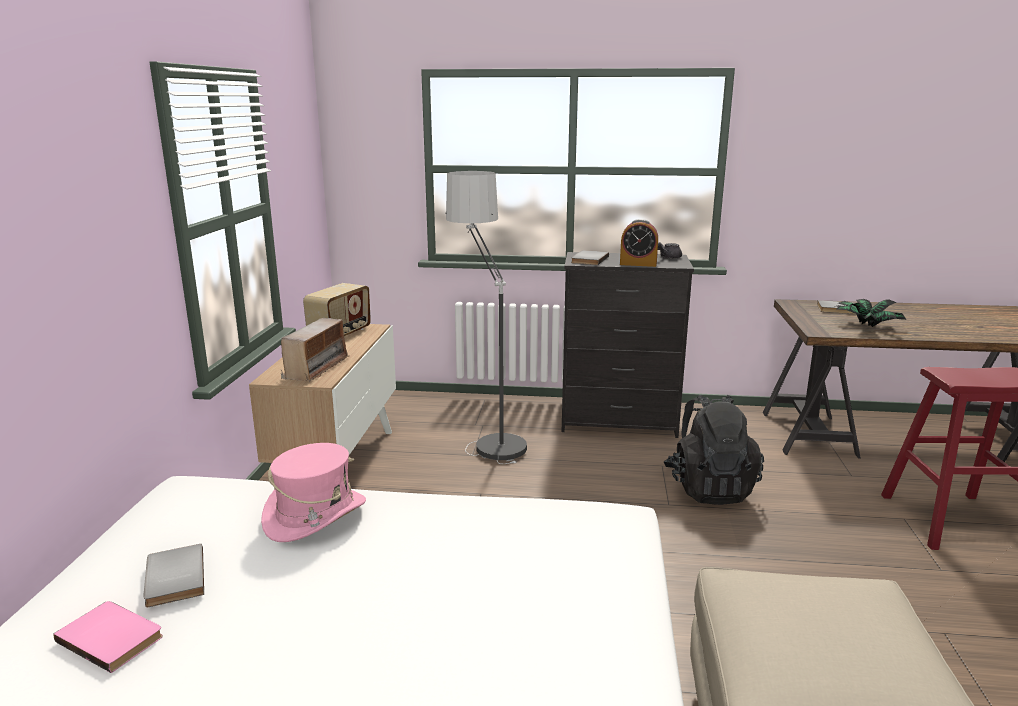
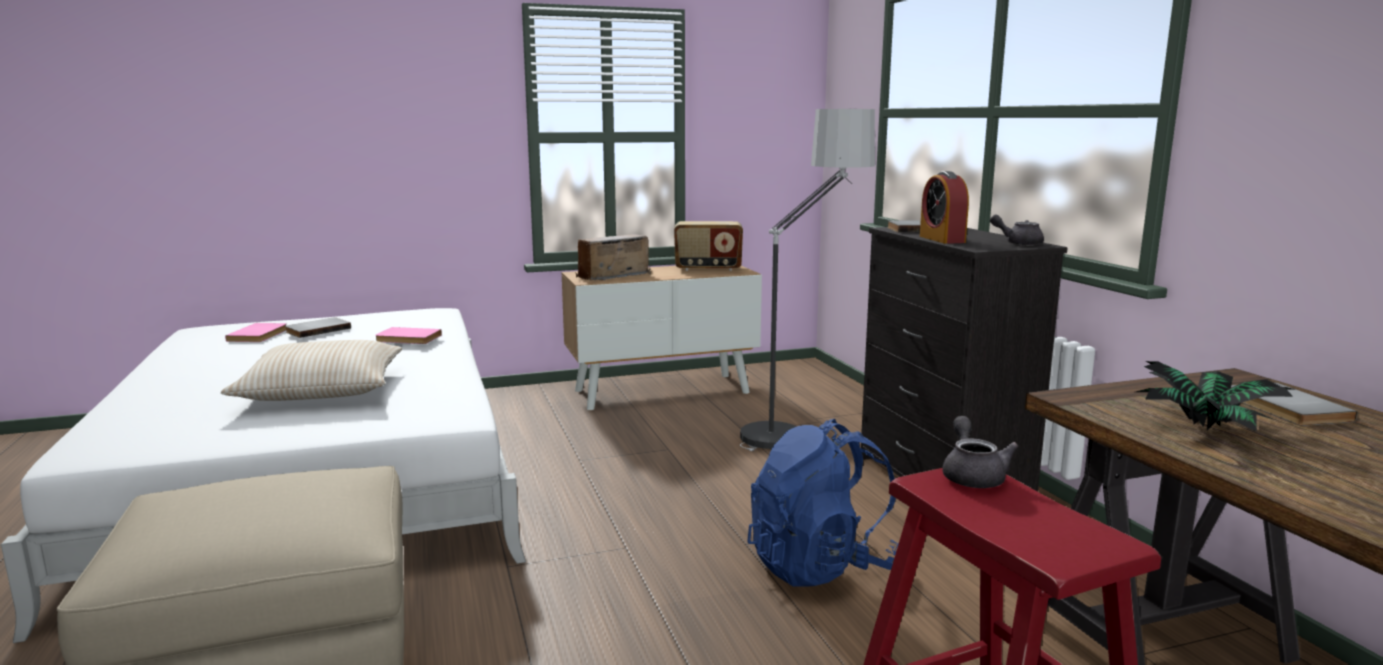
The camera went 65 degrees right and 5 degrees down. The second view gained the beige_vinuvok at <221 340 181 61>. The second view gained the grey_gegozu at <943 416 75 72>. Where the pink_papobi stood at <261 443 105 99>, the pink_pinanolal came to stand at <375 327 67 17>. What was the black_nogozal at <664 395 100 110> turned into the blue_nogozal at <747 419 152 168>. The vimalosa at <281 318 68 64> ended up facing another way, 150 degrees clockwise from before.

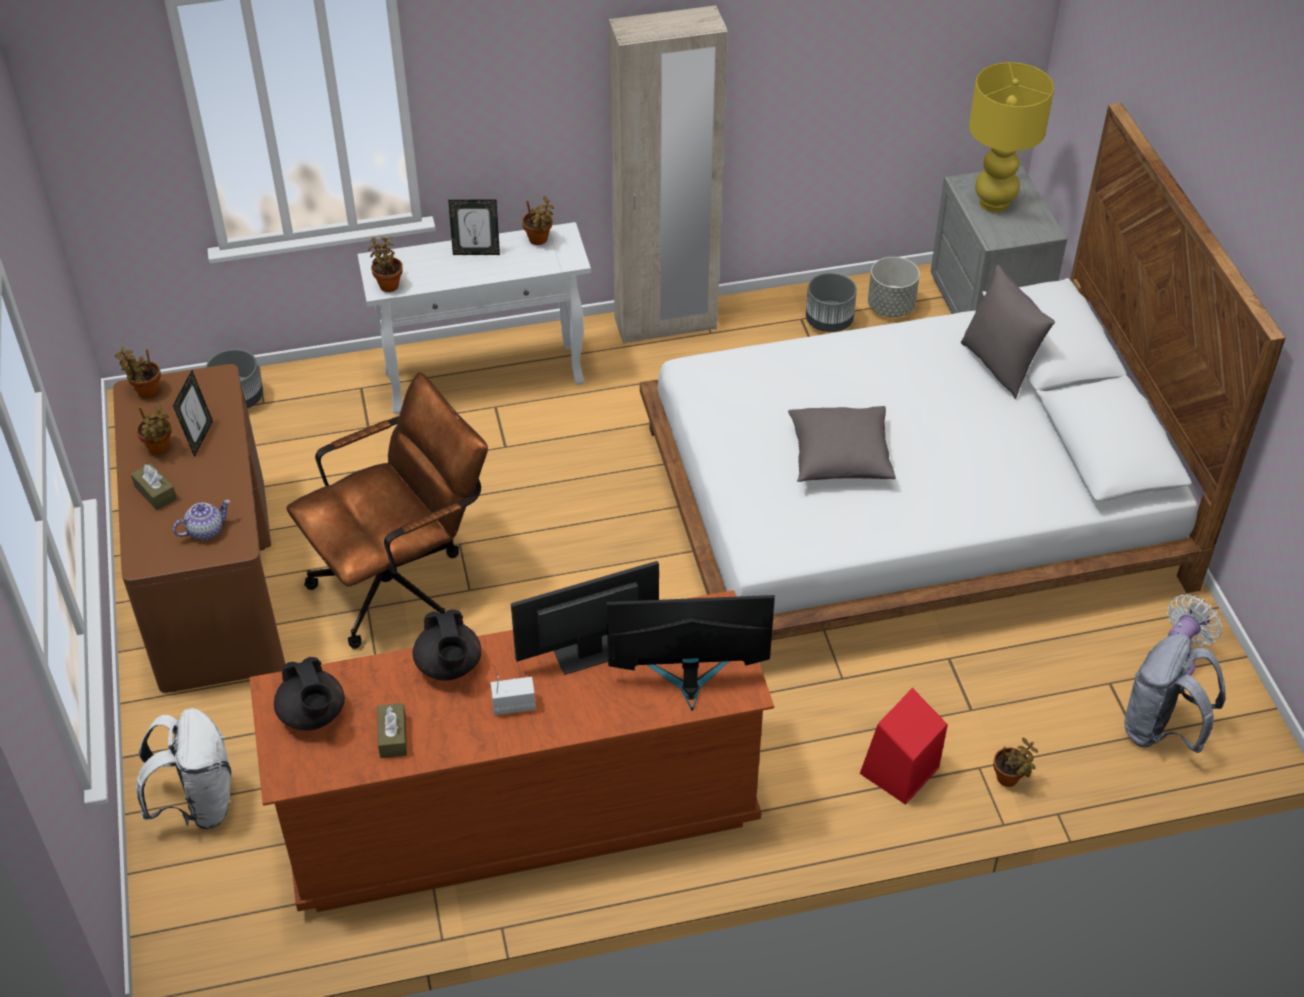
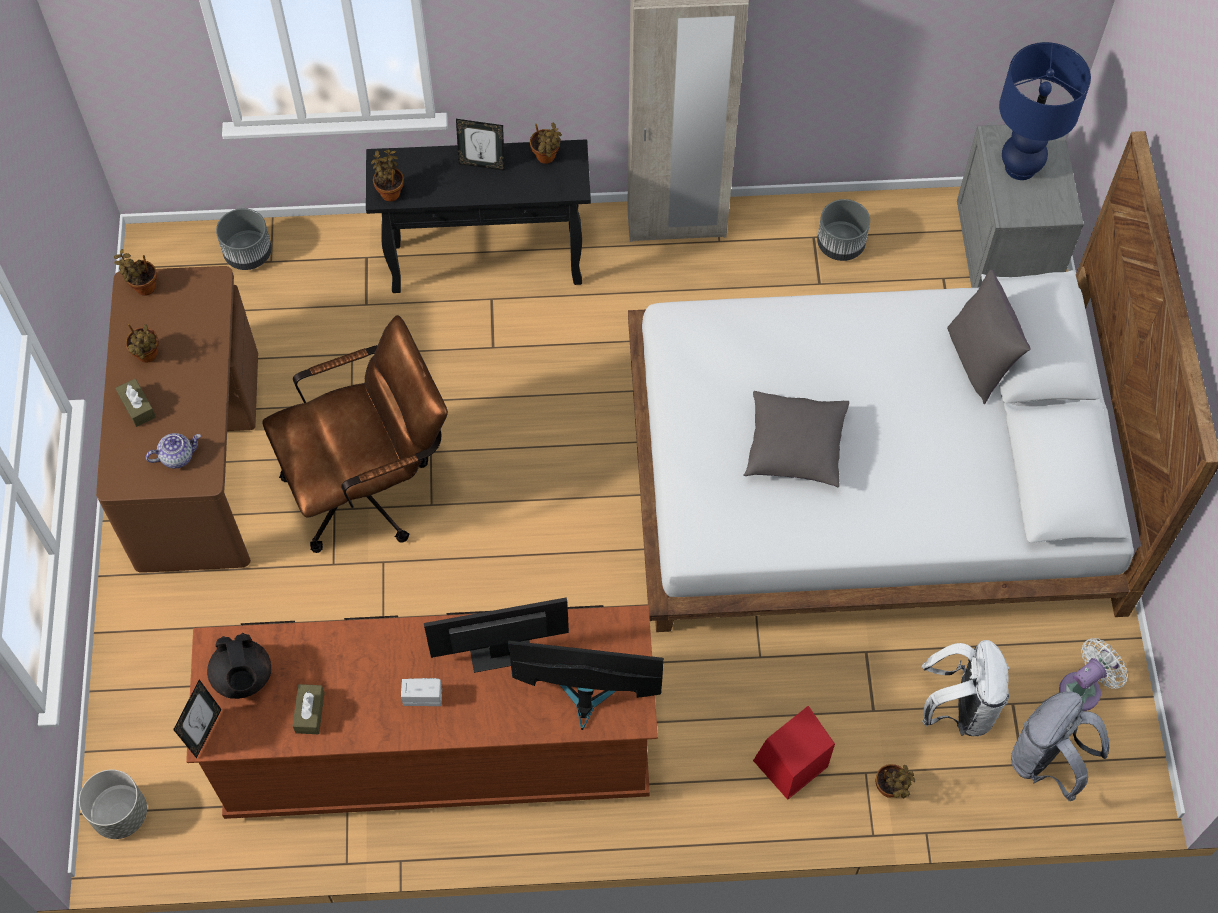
The camera went 10 degrees right and 15 degrees up. The second view lost the black_gegozu at <413 609 68 72>. The white_nogozal ended up elsewhere, having gone from <136 708 96 122> to <921 640 89 96>. The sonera ended up elsewhere, having gone from <173 370 40 87> to <173 679 48 79>. The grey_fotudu ended up elsewhere, having gone from <868 257 52 60> to <79 770 68 69>. What was the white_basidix at <358 222 233 192> turned into the black_basidix at <366 139 225 154>. What was the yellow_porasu at <969 62 85 151> turned into the blue_porasu at <999 42 92 138>.

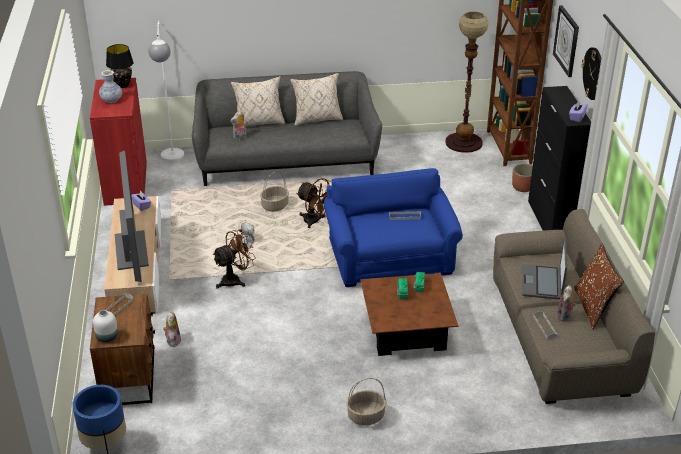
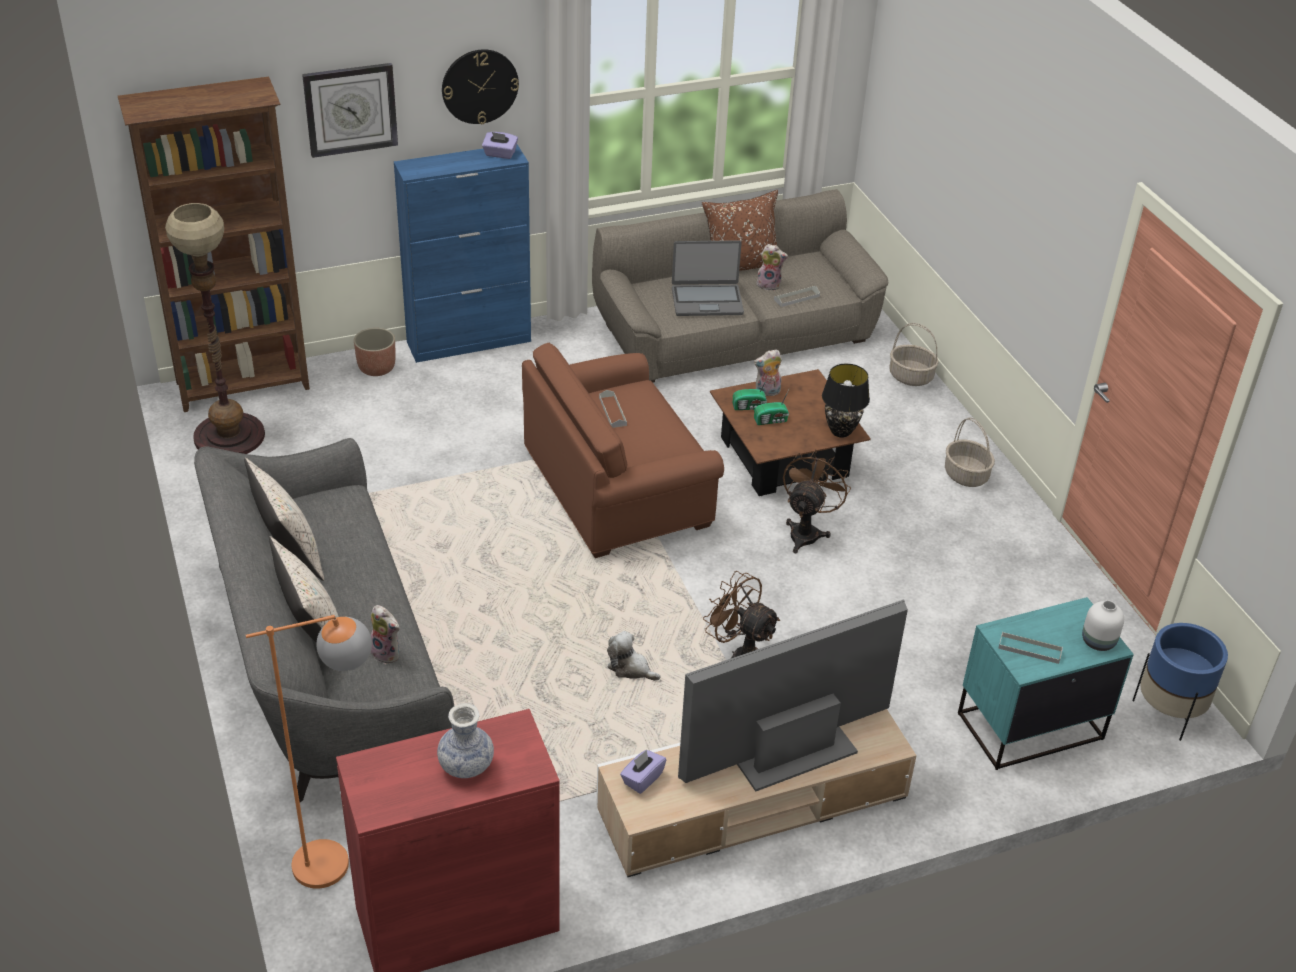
The camera went 105 degrees left and 5 degrees up. The black_porasu ended up elsewhere, having gone from <106 44 28 44> to <822 363 48 75>. The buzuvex ended up elsewhere, having gone from <163 312 18 35> to <754 349 28 47>. The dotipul ended up elsewhere, having gone from <260 171 29 41> to <889 323 50 63>. The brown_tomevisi ended up elsewhere, having gone from <296 178 34 50> to <783 449 68 104>. What was the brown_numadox at <90 294 65 111> turned into the turquoise_numadox at <958 597 176 173>. What was the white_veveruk at <148 21 36 141> turned into the orange_veveruk at <246 615 126 274>. What was the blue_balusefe at <324 168 139 119> turned into the brown_balusefe at <522 342 202 216>. What was the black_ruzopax at <528 86 63 145> turned into the blue_ruzopax at <394 144 137 219>.

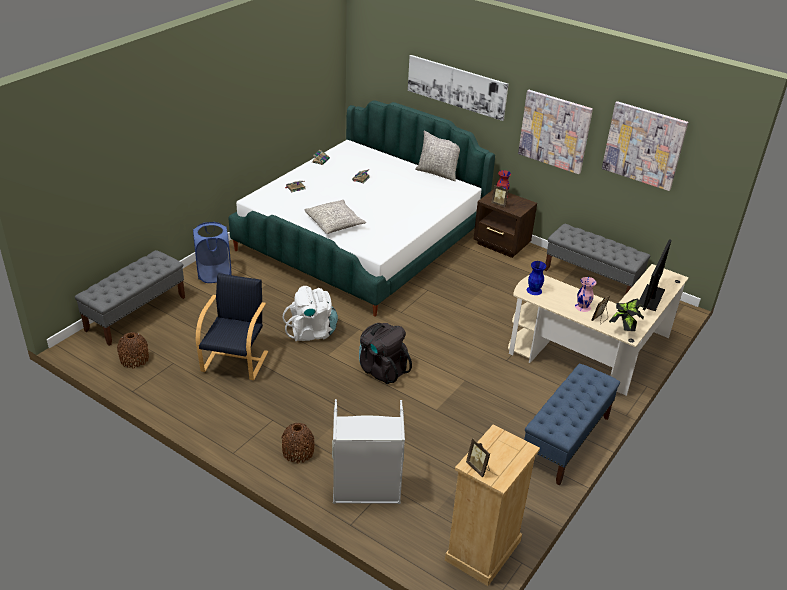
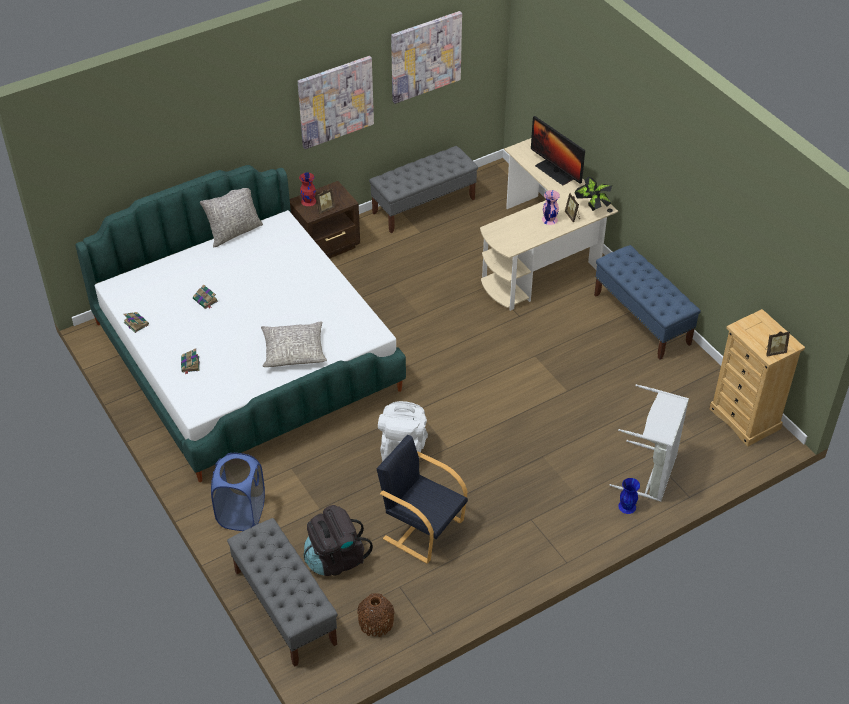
The camera went 65 degrees left and 10 degrees up. The second view lost the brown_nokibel at <281 423 33 41>. The second view lost the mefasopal at <408 55 100 66>. The black_nogozal ended up elsewhere, having gone from <359 323 53 61> to <304 505 69 71>. The blue_nokibel ended up elsewhere, having gone from <527 261 19 34> to <618 478 22 36>.

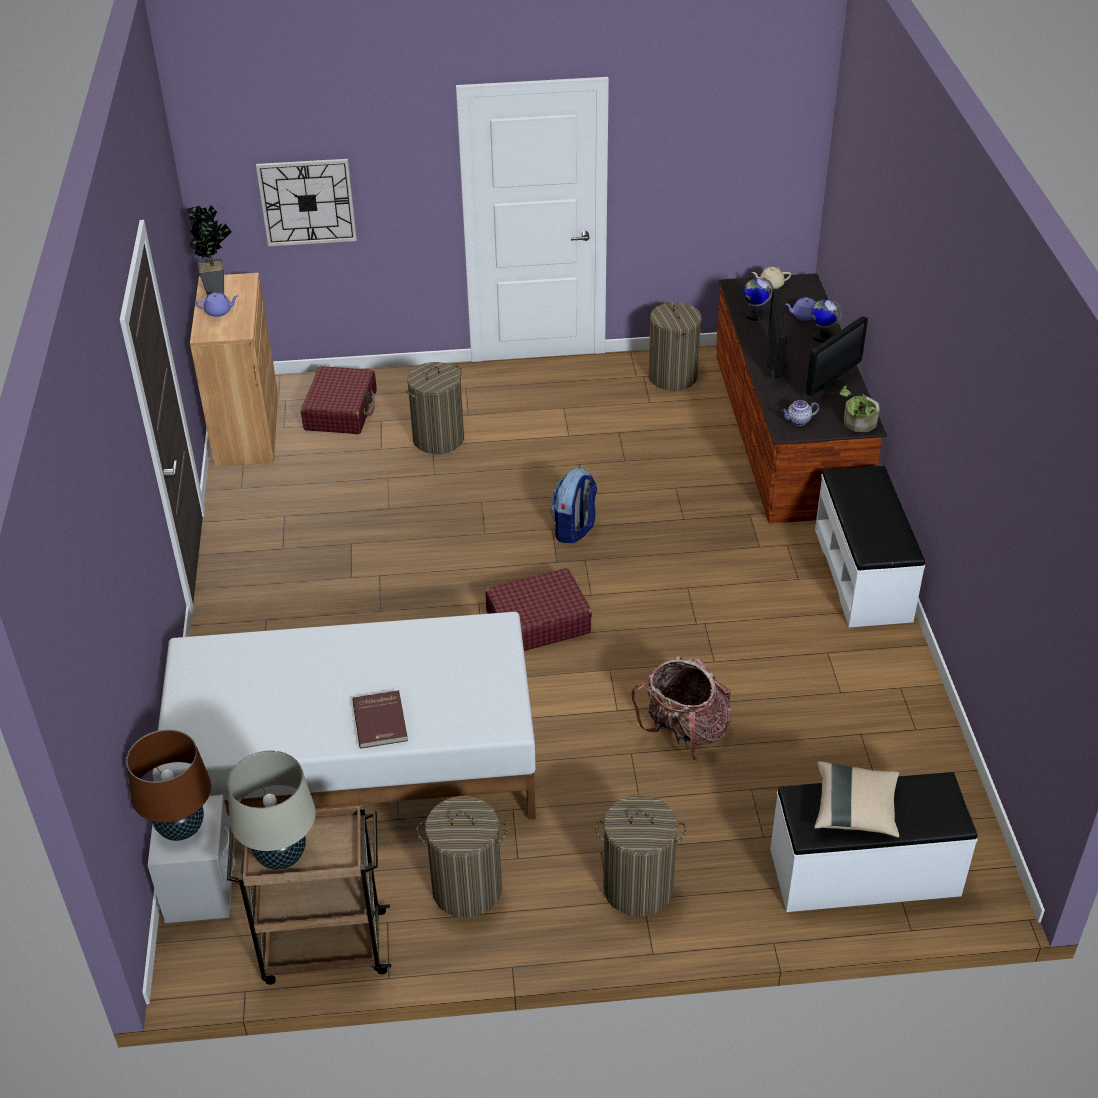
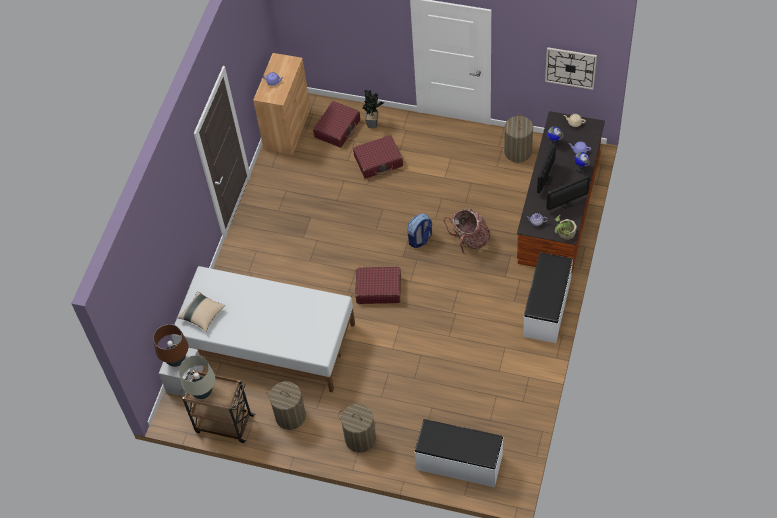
The camera went 25 degrees right and 15 degrees up. The second view lost the red_pinanolal at <352 690 56 59>. The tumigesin ended up elsewhere, having gone from <187 206 45 89> to <363 90 21 38>. The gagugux ended up elsewhere, having gone from <256 159 101 87> to <545 47 52 43>. The nogozal ended up elsewhere, having gone from <632 656 99 105> to <444 208 46 47>. The beige_vinuvok ended up elsewhere, having gone from <814 761 85 76> to <178 291 47 41>. Where the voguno stood at <405 362 59 92>, the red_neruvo came to stand at <353 135 50 44>.

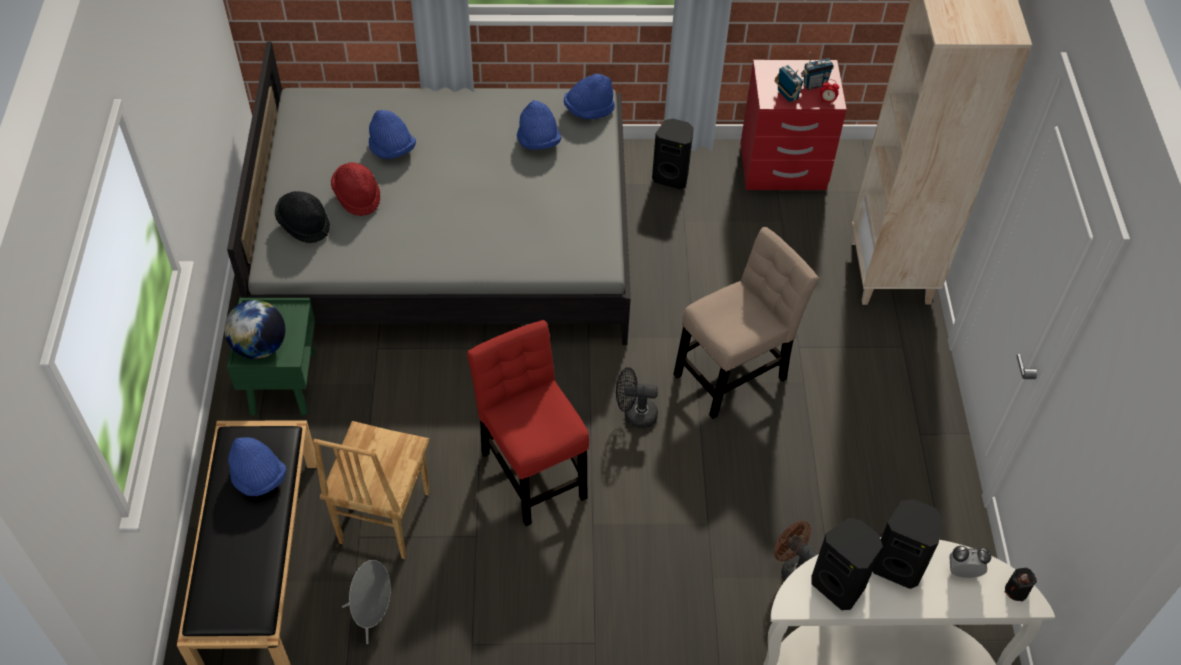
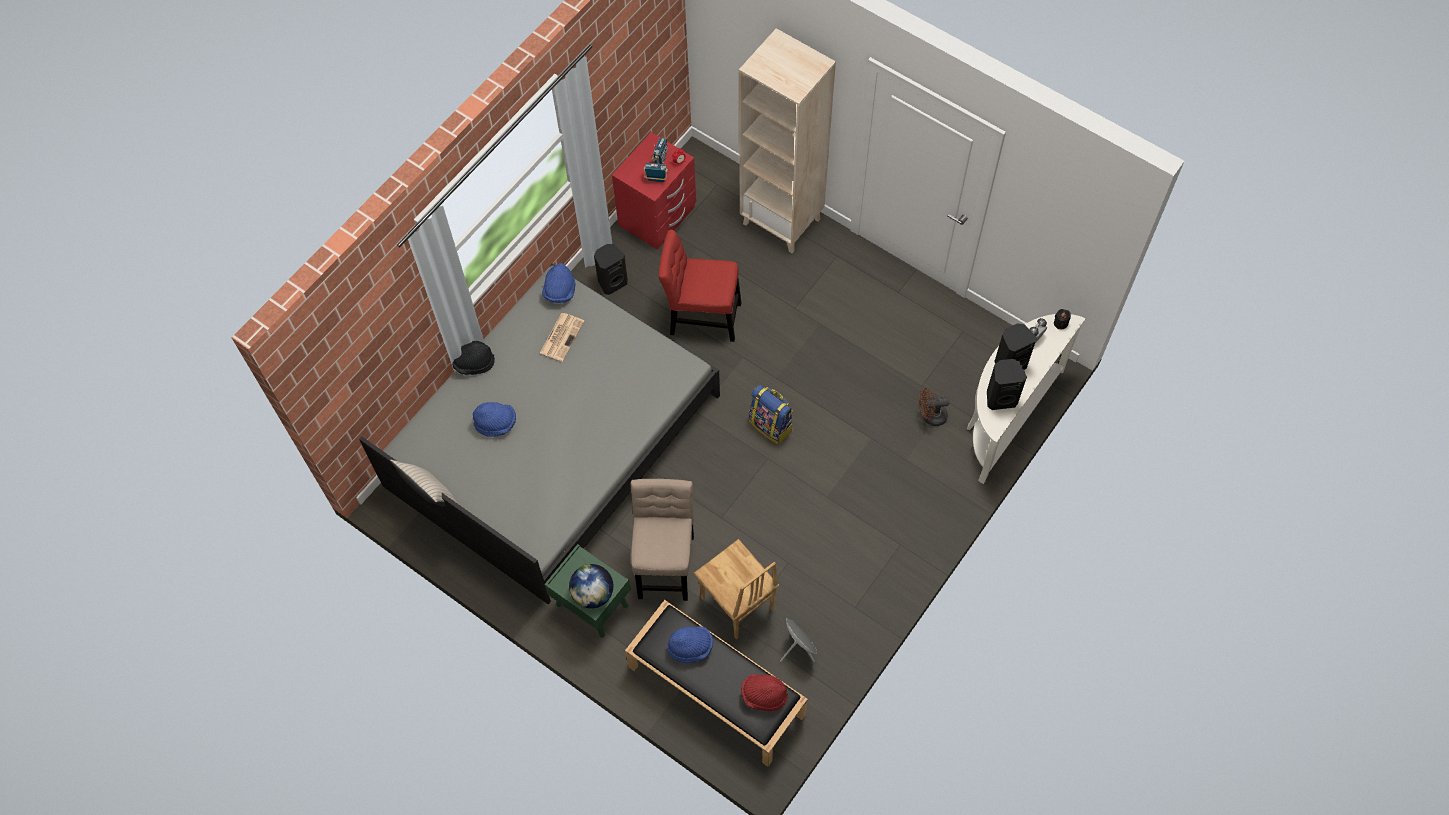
The camera went 50 degrees left and 10 degrees up. The second view gained the beige_vinuvok at <390 460 68 47>. The black_papobi ended up elsewhere, having gone from <275 191 55 52> to <452 341 43 34>. The red_papobi ended up elsewhere, having gone from <331 162 49 54> to <741 674 47 37>. The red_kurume ended up elsewhere, having gone from <467 320 122 206> to <659 230 82 112>. The beige_kurume ended up elsewhere, having gone from <673 227 146 192> to <631 479 63 122>. Where the blue_papobi stood at <517 100 44 50>, the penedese came to stand at <540 313 44 49>. Where the black_tomevisi stood at <616 367 42 61>, the nogozal came to stand at <749 385 44 60>.

